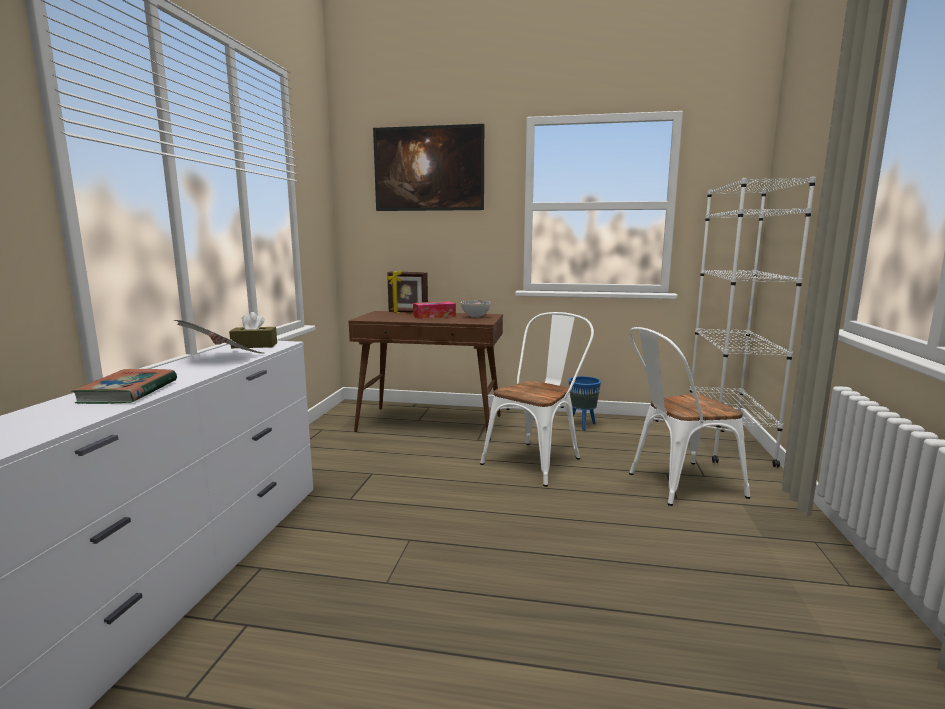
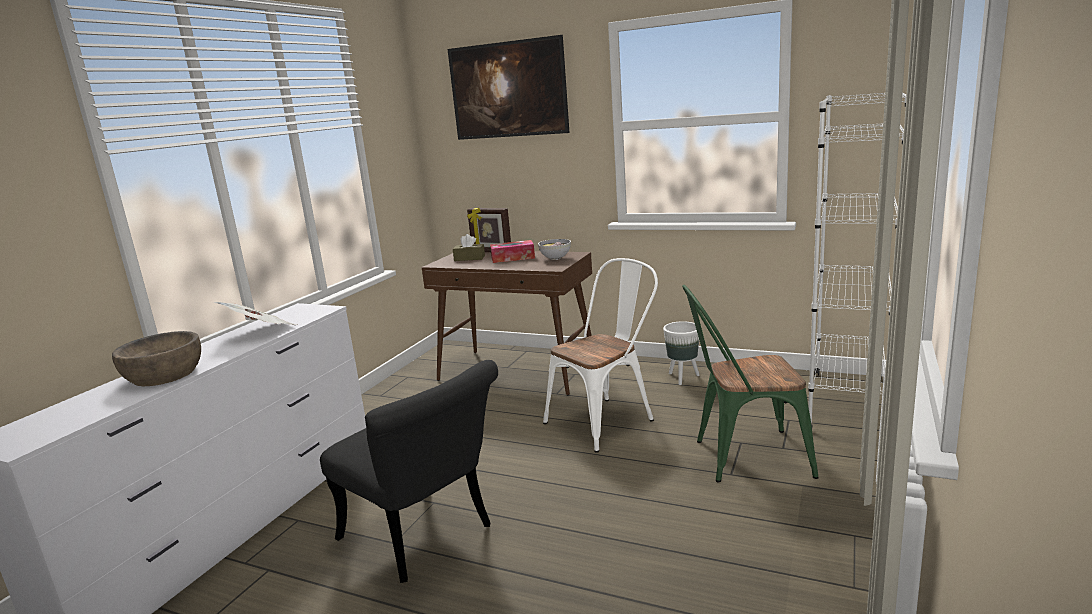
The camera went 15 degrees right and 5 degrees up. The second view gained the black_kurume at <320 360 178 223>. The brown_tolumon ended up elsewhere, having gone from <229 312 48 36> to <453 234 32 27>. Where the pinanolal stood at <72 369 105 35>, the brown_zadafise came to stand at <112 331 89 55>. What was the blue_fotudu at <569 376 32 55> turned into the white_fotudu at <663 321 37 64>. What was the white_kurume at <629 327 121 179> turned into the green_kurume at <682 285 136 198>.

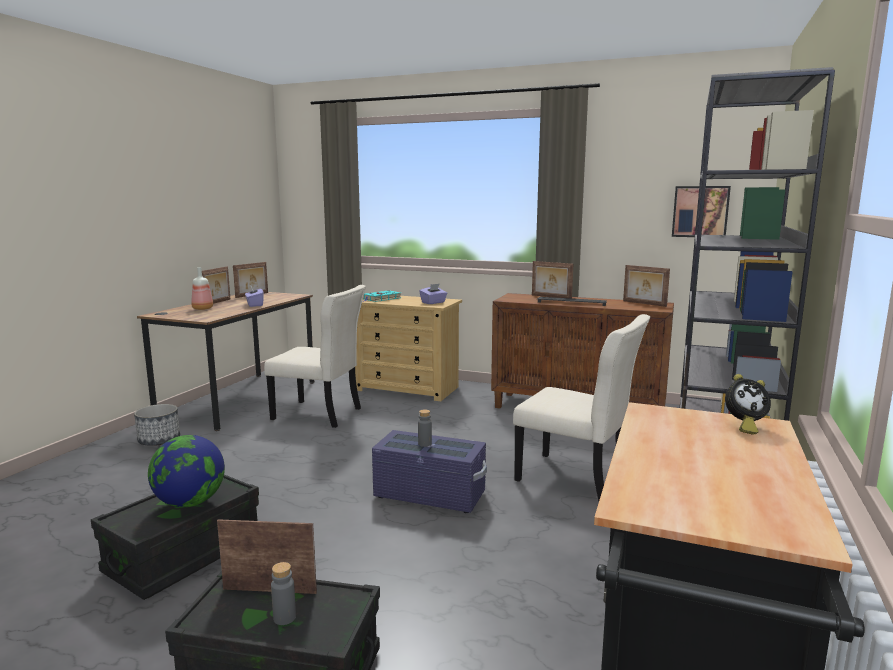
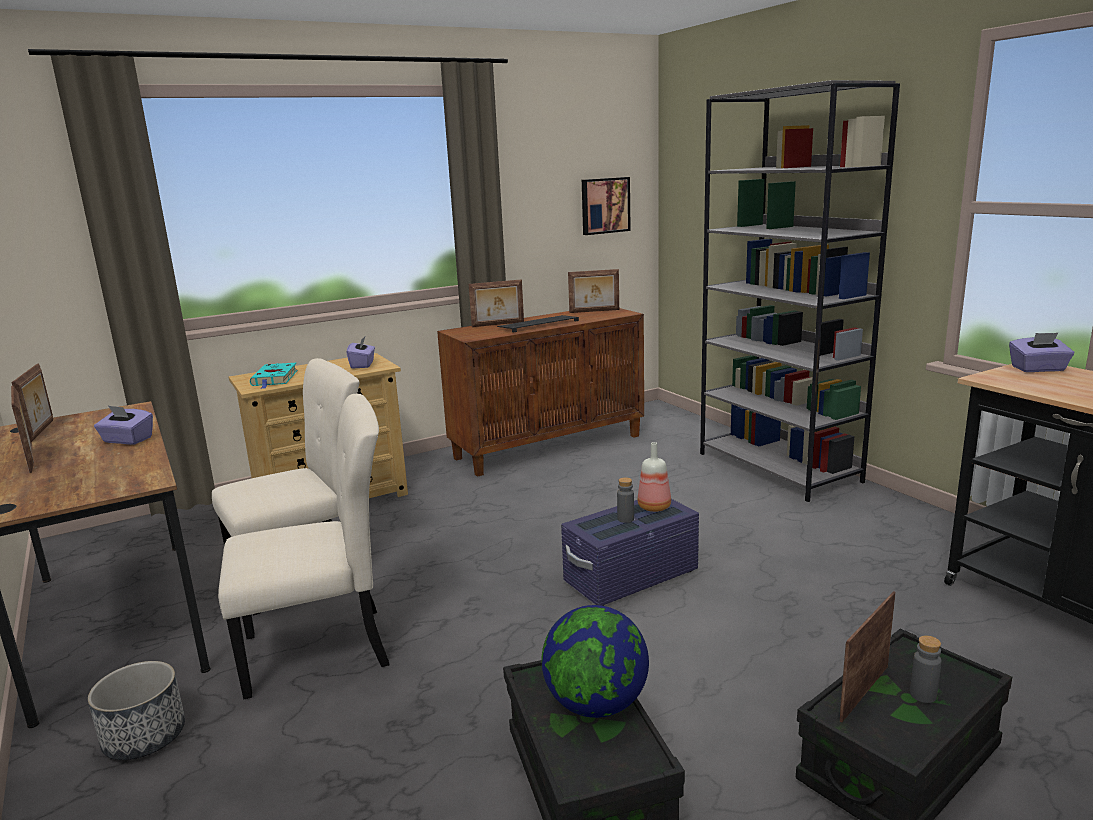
The camera went 50 degrees left and 5 degrees up. The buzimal ended up elsewhere, having gone from <191 267 22 43> to <638 442 33 70>. The beige_kurume ended up elsewhere, having gone from <513 314 137 187> to <218 394 172 306>. Where the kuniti stood at <725 374 46 61>, the purple_tolumon came to stand at <1009 333 65 39>.

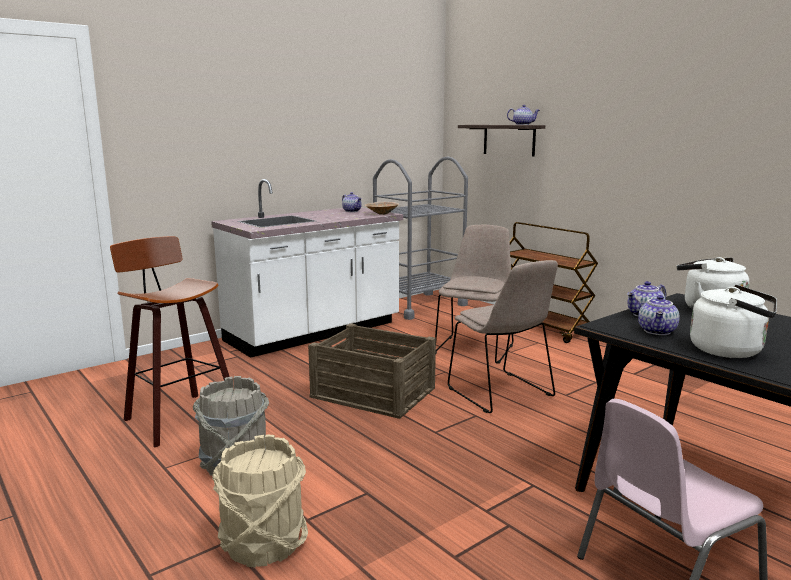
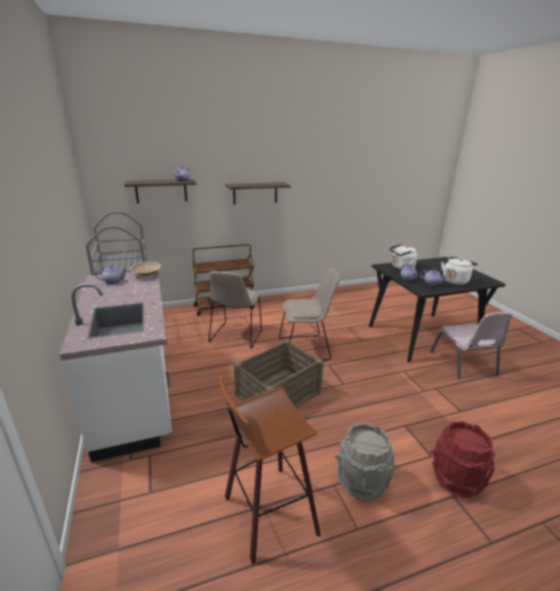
The camera went 70 degrees left and 10 degrees up. The second view gained the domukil at <225 182 66 23>. What was the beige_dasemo at <212 434 96 134> turned into the red_dasemo at <431 421 64 78>. The beige_kurume at <435 225 78 139> ended up facing another way, 120 degrees counterclockwise from before.

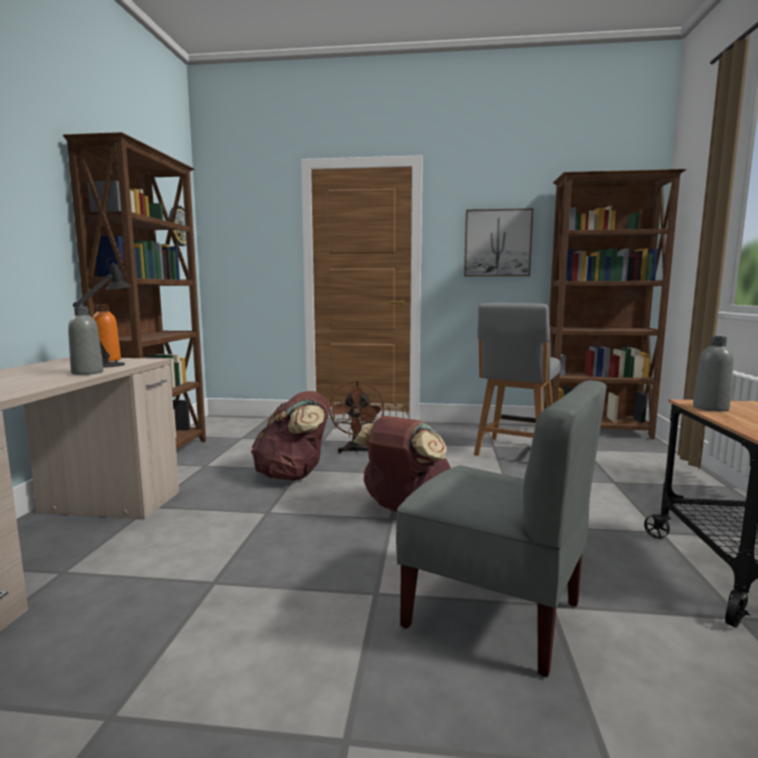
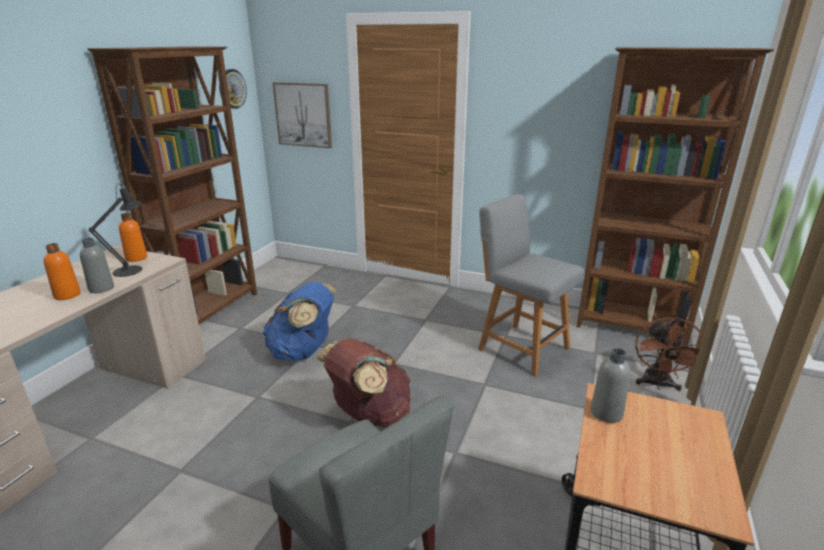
The camera went 15 degrees right and 15 degrees up. The second view gained the orange_buzimal at <44 243 37 57>. The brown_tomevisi ended up elsewhere, having gone from <329 381 55 73> to <635 317 68 74>. The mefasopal ended up elsewhere, having gone from <464 208 69 68> to <273 82 59 66>. What was the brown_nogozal at <251 391 79 90> turned into the blue_nogozal at <262 282 74 79>. The grey_kurume at <474 303 87 153> ended up facing another way, 90 degrees clockwise from before.

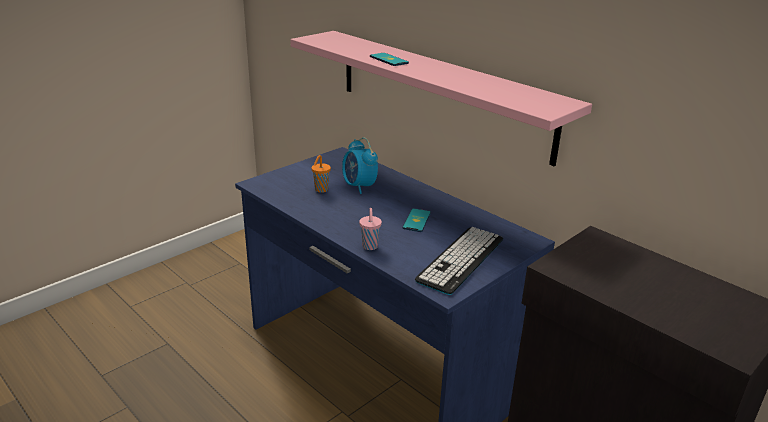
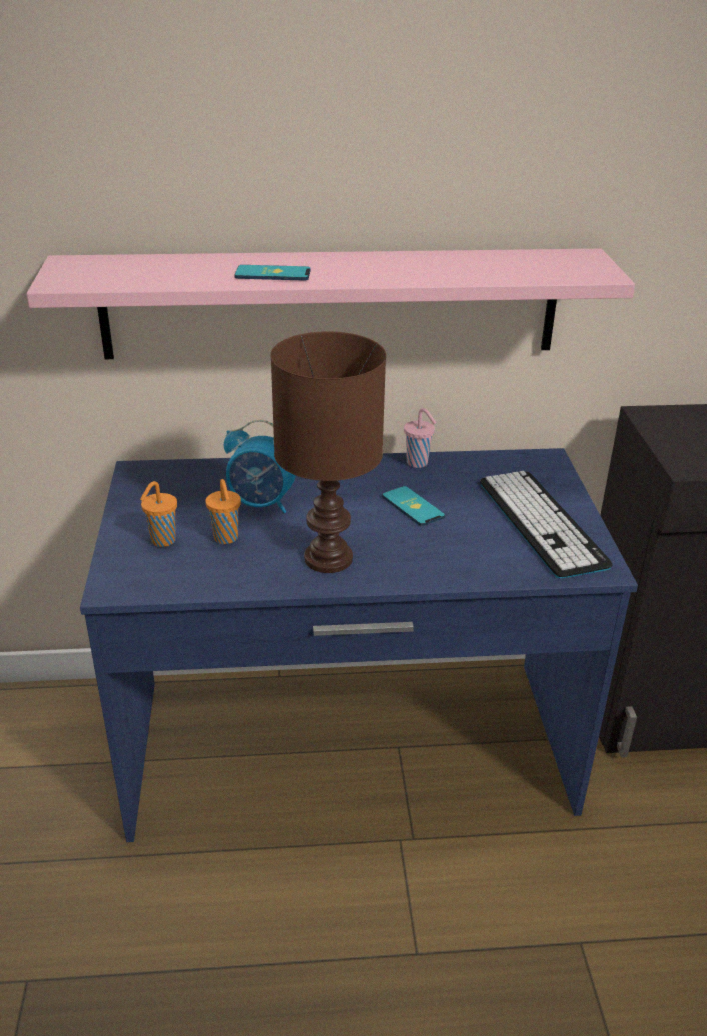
The camera went 50 degrees left and 5 degrees up. The second view gained the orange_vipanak at <140 481 37 66>. The second view gained the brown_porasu at <270 331 116 242>. The pink_vipanak ended up elsewhere, having gone from <359 208 23 42> to <404 408 32 60>.

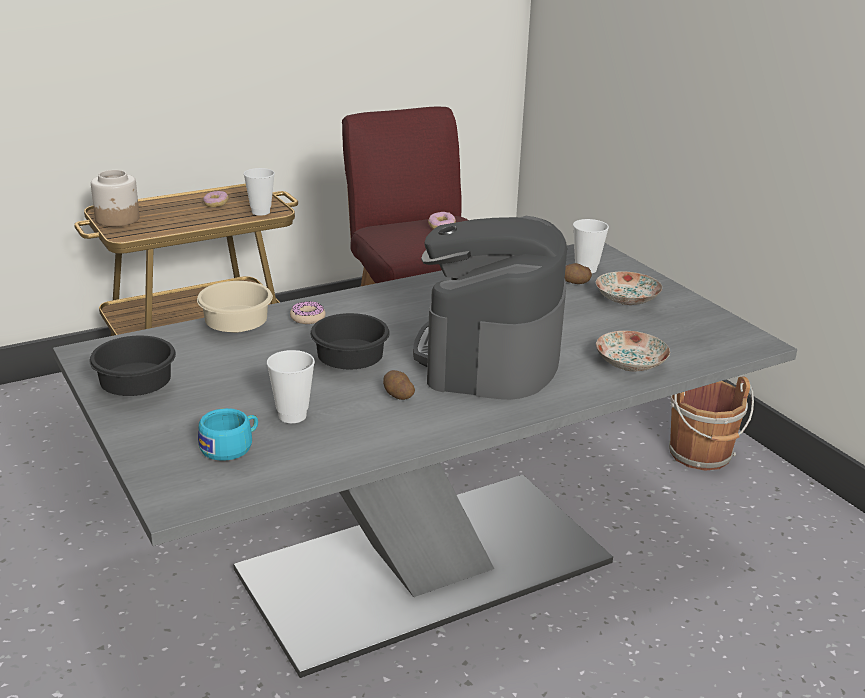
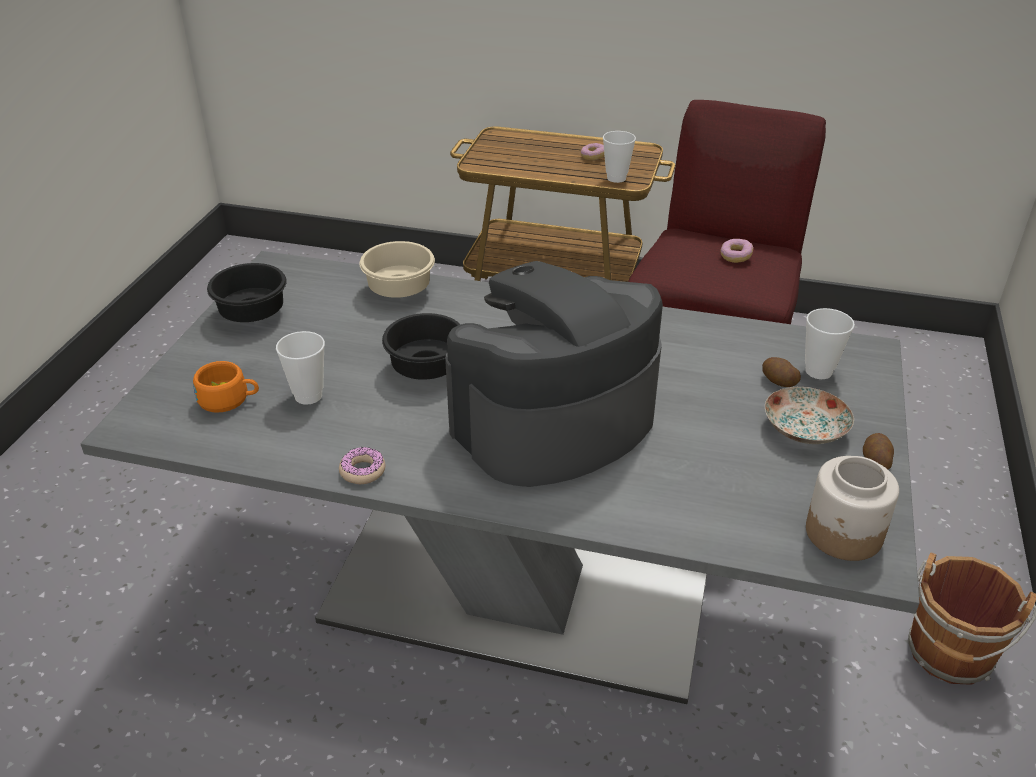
The camera went 45 degrees right and 10 degrees up. The second view lost the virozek at <596 331 74 41>. The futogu ended up elsewhere, having gone from <91 170 49 57> to <806 456 93 105>. The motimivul ended up elsewhere, having gone from <290 301 36 23> to <339 447 46 37>. The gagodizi ended up elsewhere, having gone from <383 370 32 30> to <863 433 31 36>. What was the turquoise_vipanak at <198 408 60 53> turned into the orange_vipanak at <193 361 66 52>.

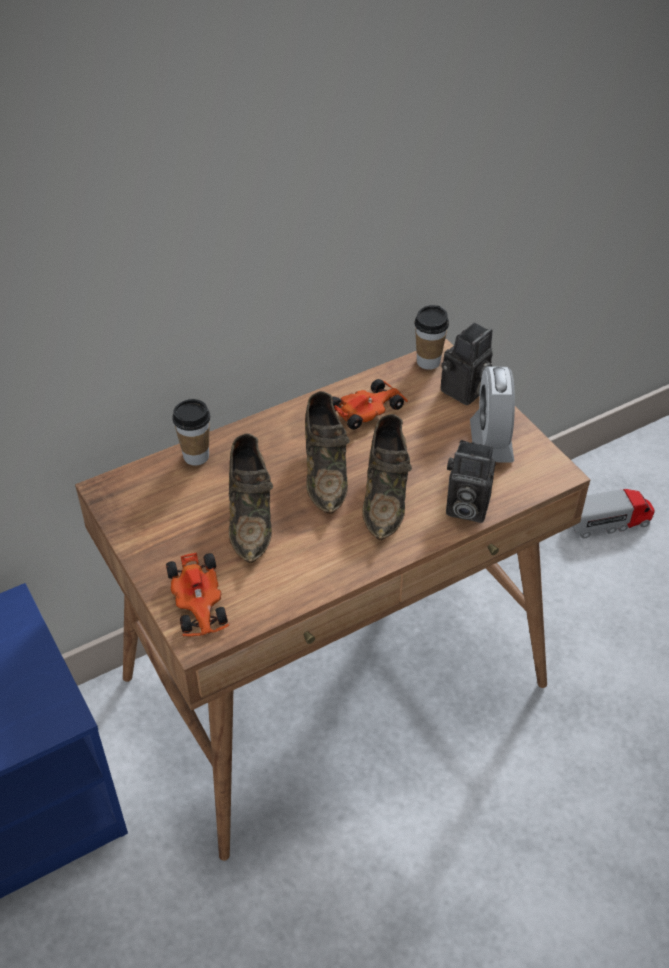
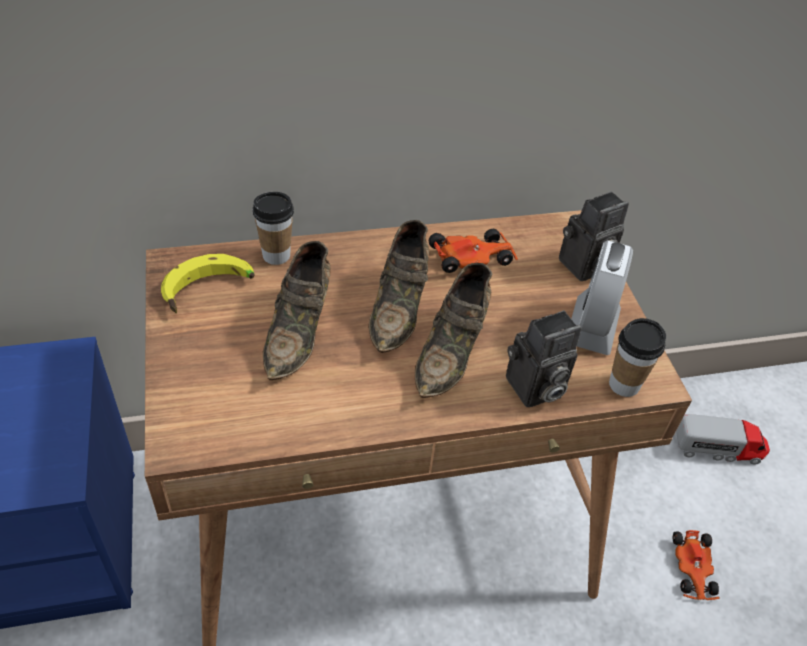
The camera went 15 degrees right and 0 degrees up. The second view gained the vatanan at <161 254 93 60>. The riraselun ended up elsewhere, having gone from <166 553 64 83> to <673 530 47 70>. The vipanak ended up elsewhere, having gone from <414 305 35 65> to <609 318 57 79>. The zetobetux at <446 440 50 83> ended up facing another way, 60 degrees counterclockwise from before.

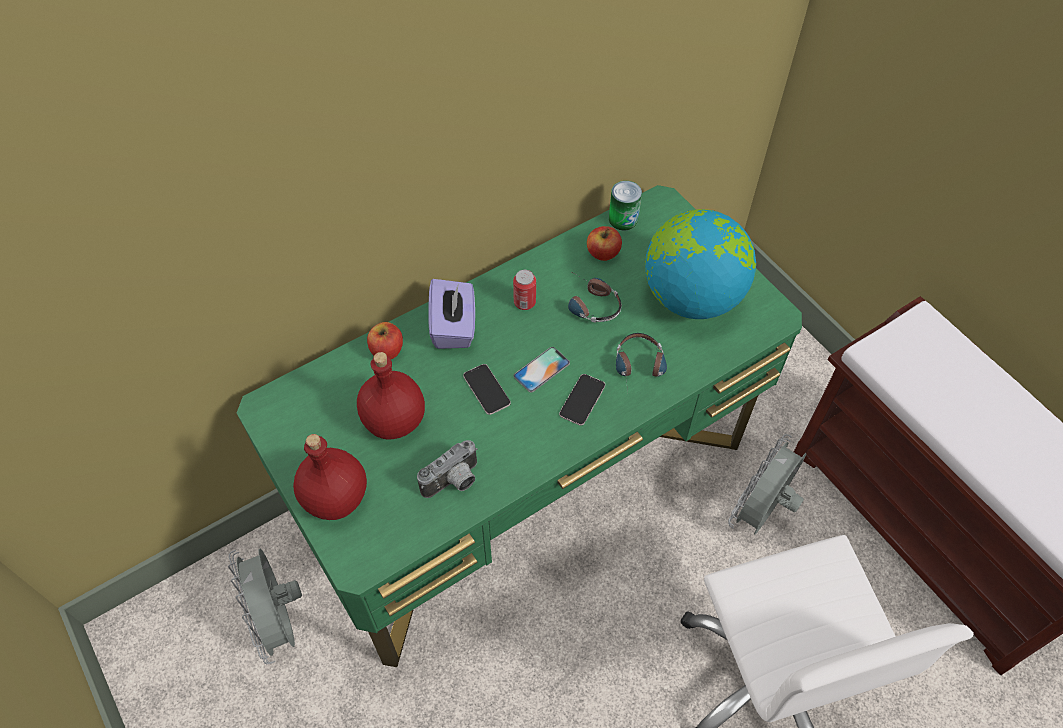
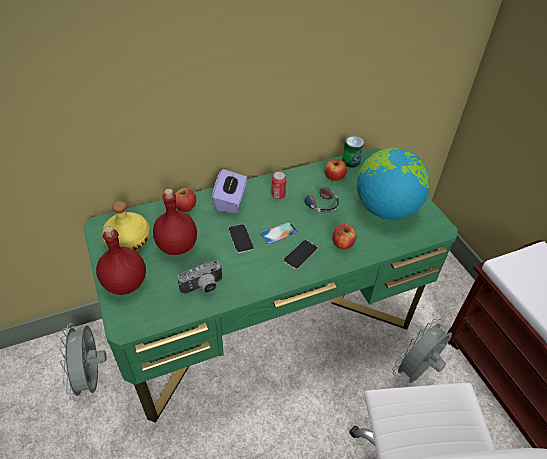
The camera went 10 degrees right and 10 degrees down. The second view gained the yellow_buzimal at <102 201 48 50>. Where the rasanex stood at <616 333 51 58>, the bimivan came to stand at <333 224 24 25>.

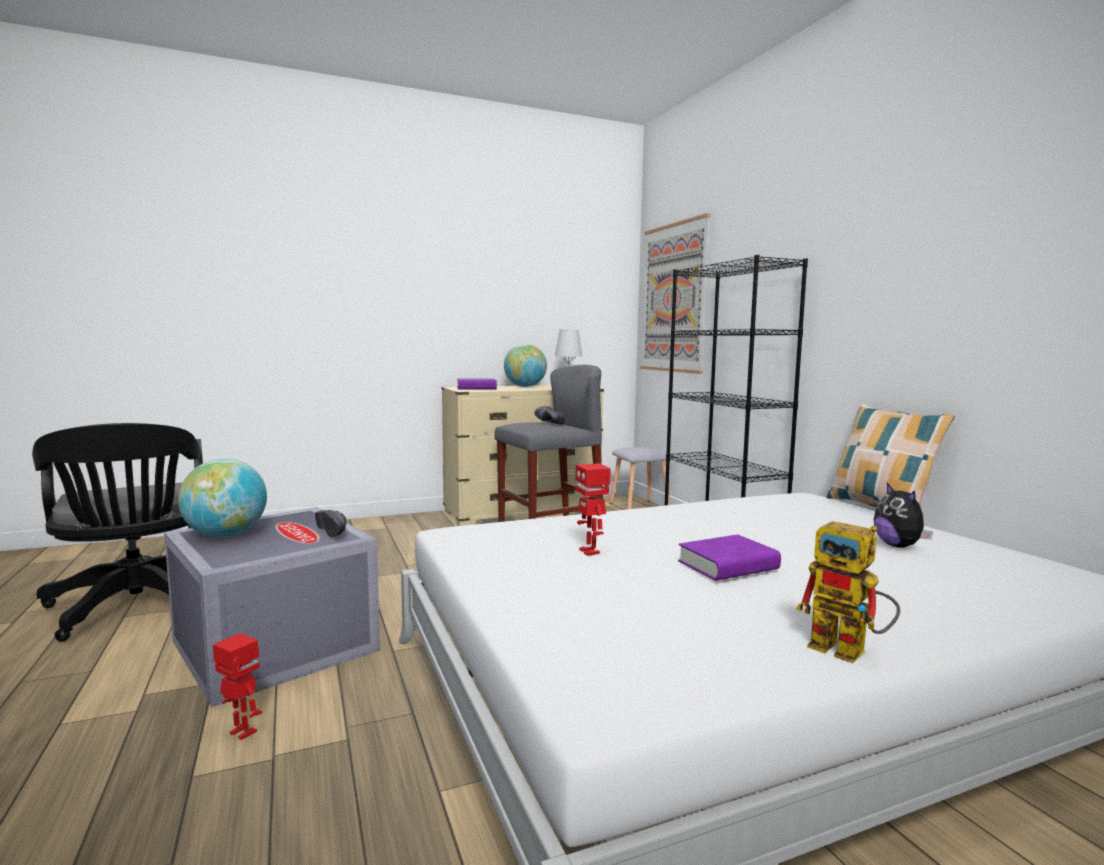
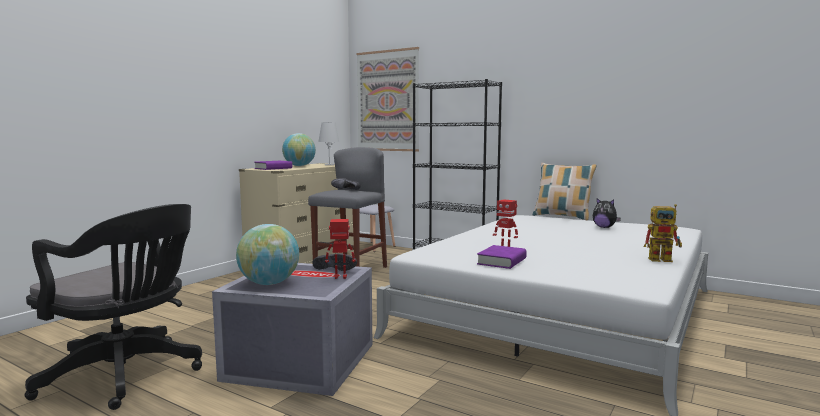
The camera went 35 degrees left and 0 degrees up. The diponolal ended up elsewhere, having gone from <213 633 49 107> to <325 219 31 60>. The purple_pinanolal ended up elsewhere, having gone from <678 534 103 47> to <477 245 50 24>.

